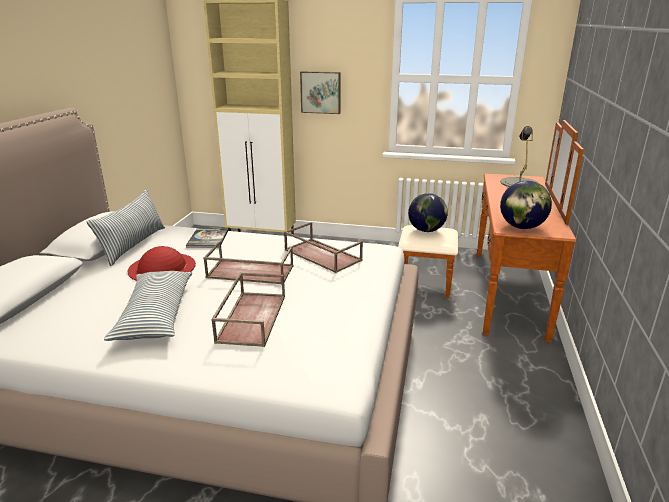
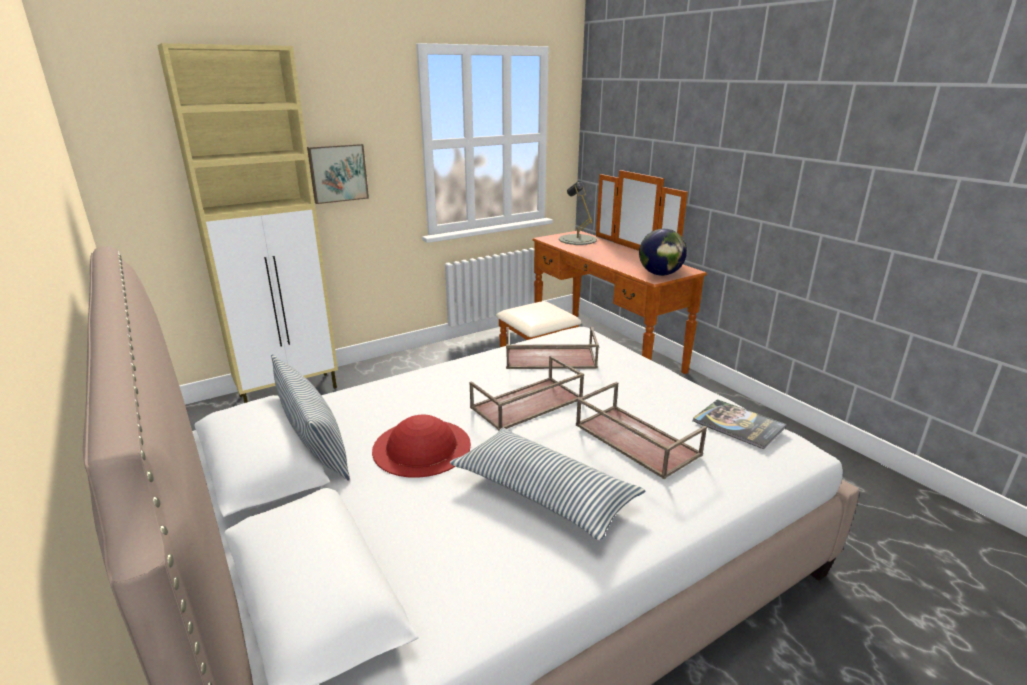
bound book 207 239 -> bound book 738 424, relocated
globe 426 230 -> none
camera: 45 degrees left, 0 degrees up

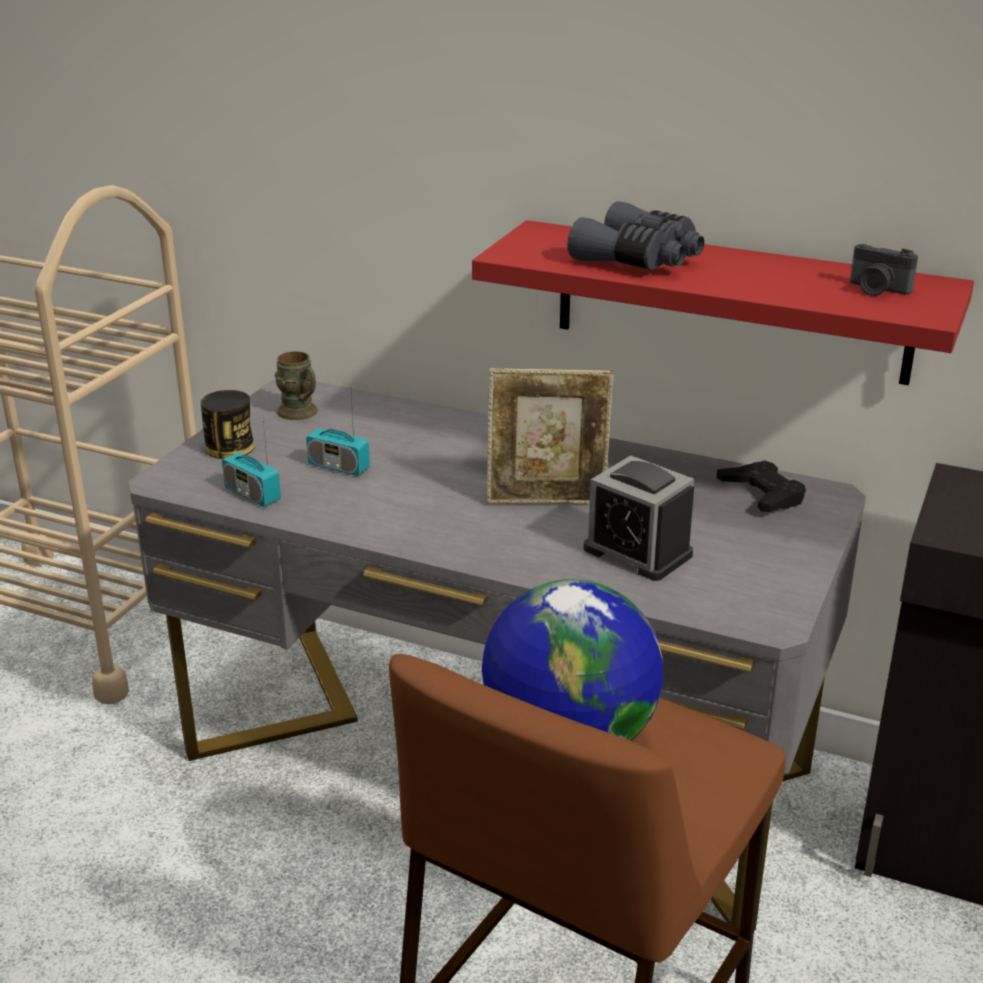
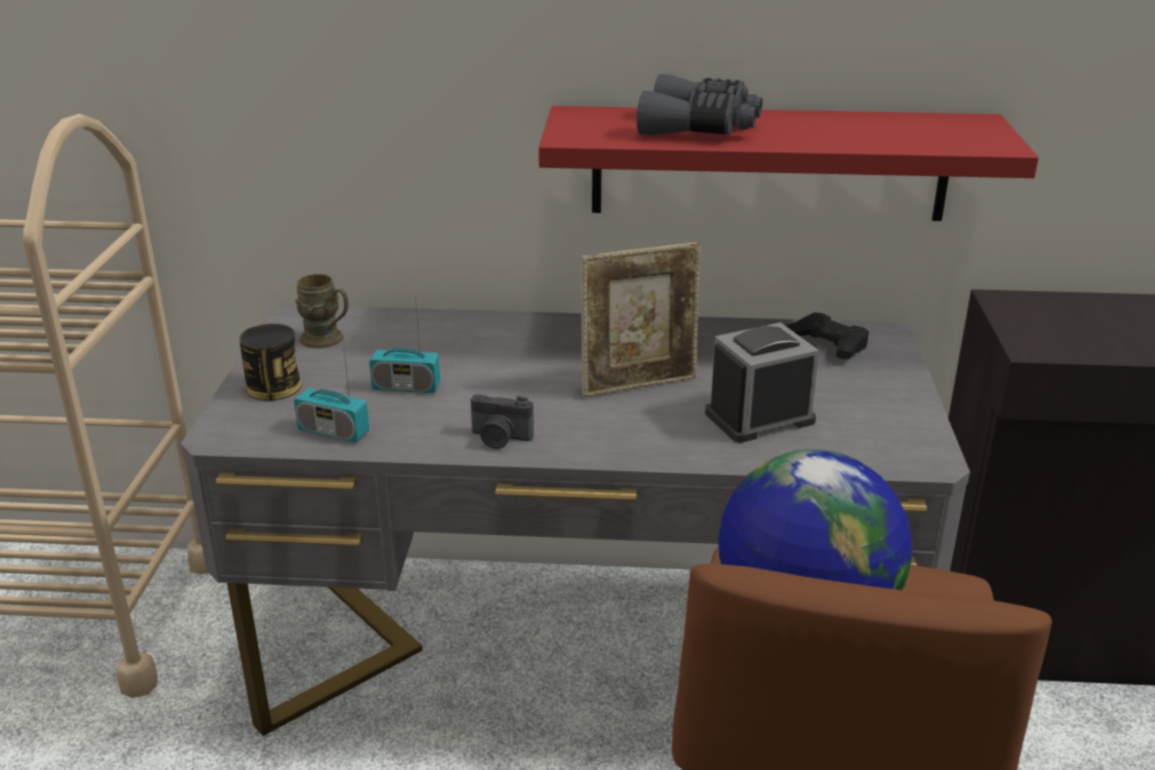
photo camera 877 290 -> photo camera 500 439, relocated
bedside clock 637 552 -> bedside clock 759 417, 135 degrees clockwise
camera: 20 degrees left, 0 degrees up

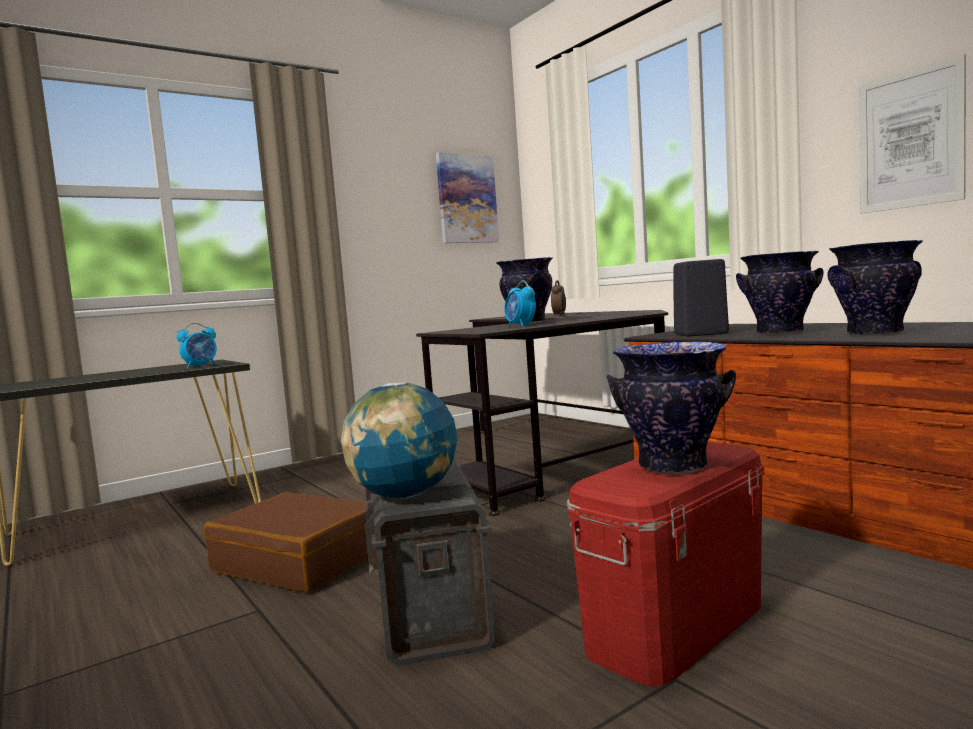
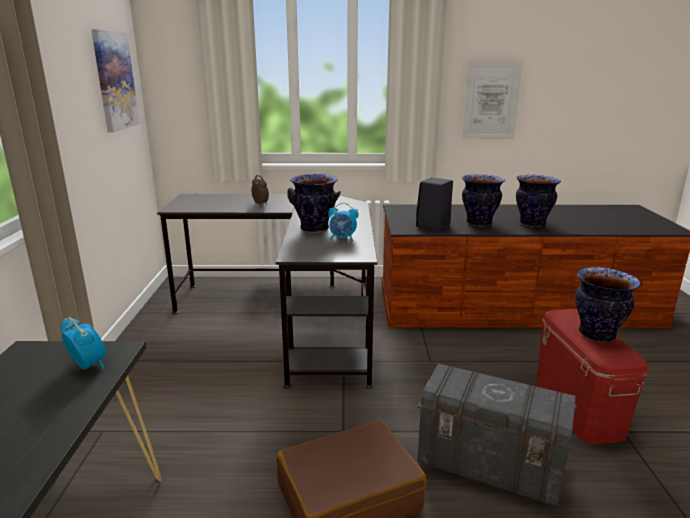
bedside clock 201 366 -> bedside clock 88 365, 45 degrees counterclockwise
globe 404 495 -> none
camera: 55 degrees left, 15 degrees up

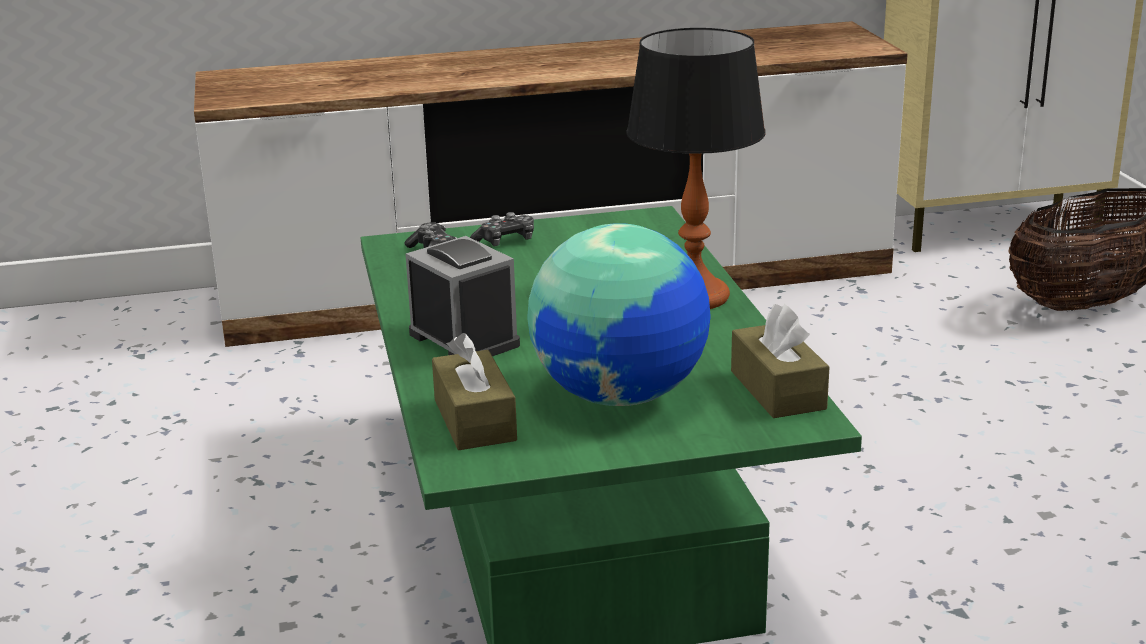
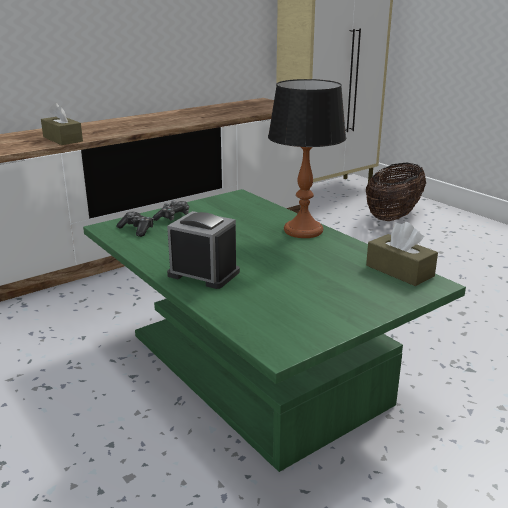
box of tissues (brown-coloured) 474 420 -> box of tissues (brown-coloured) 62 139, relocated
globe 621 395 -> none
camera: 25 degrees left, 0 degrees up

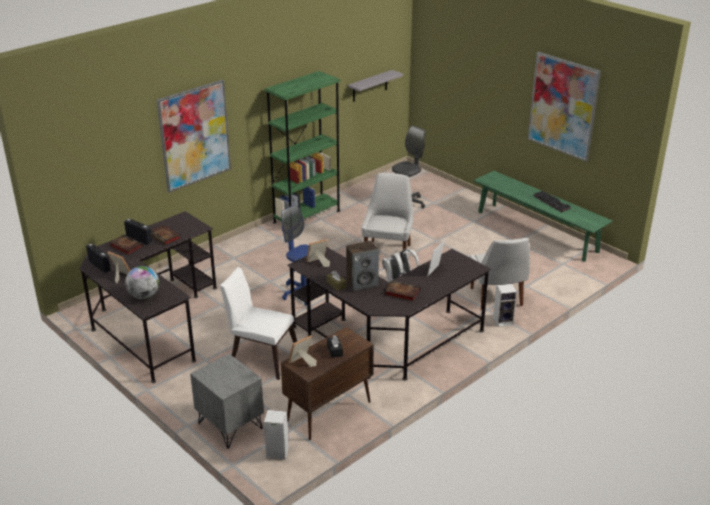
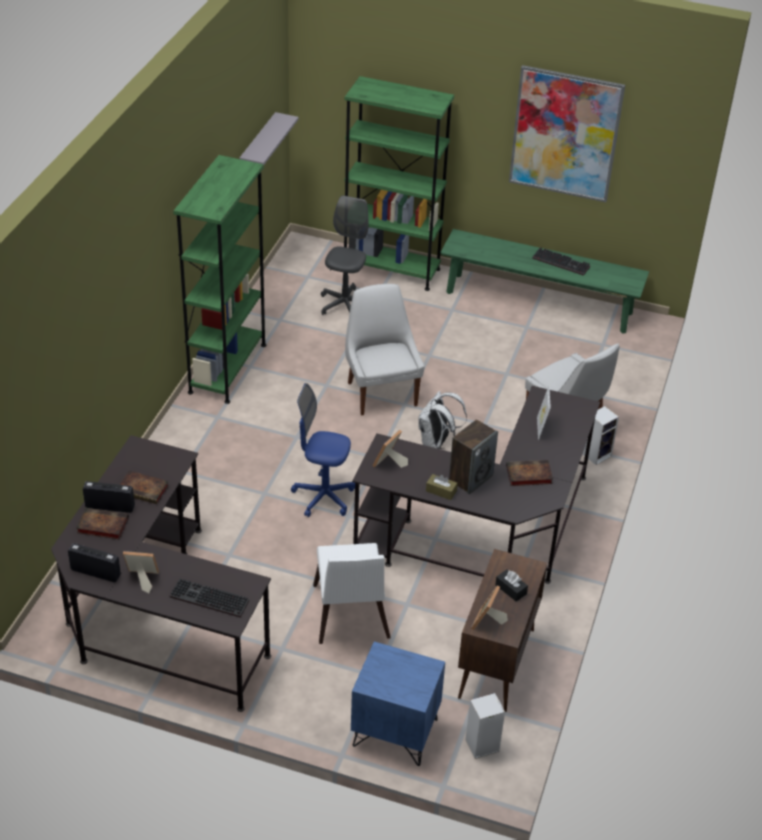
globe 144 296 -> PC keyboard 207 600
plain chair (whitish) 260 357 -> plain chair (whitish) 350 617, 90 degrees counterclockwise
none -> bookshelf (green-coloured) 391 270
bedside table (gray) 229 426 -> bedside table (blue-coloured) 394 733
wall art 194 135 -> none
camera: 30 degrees left, 10 degrees up

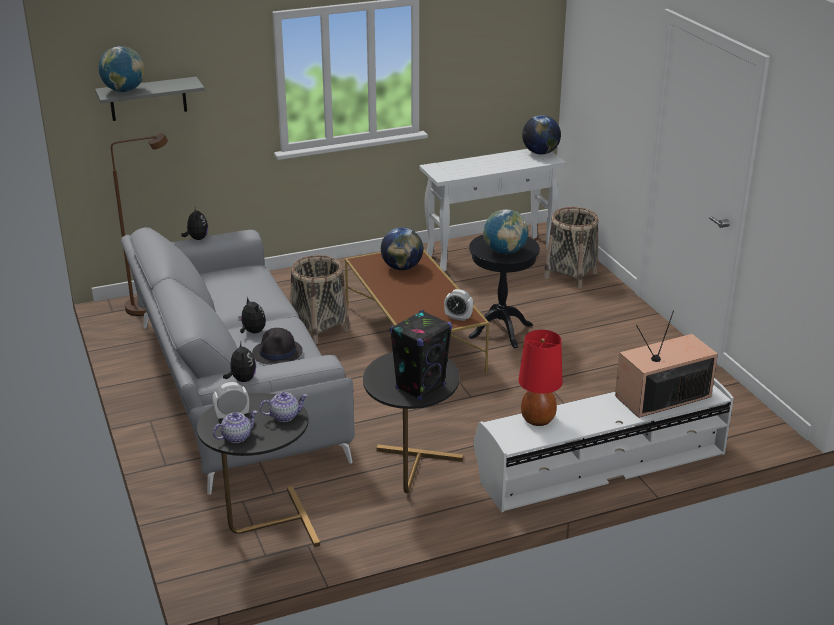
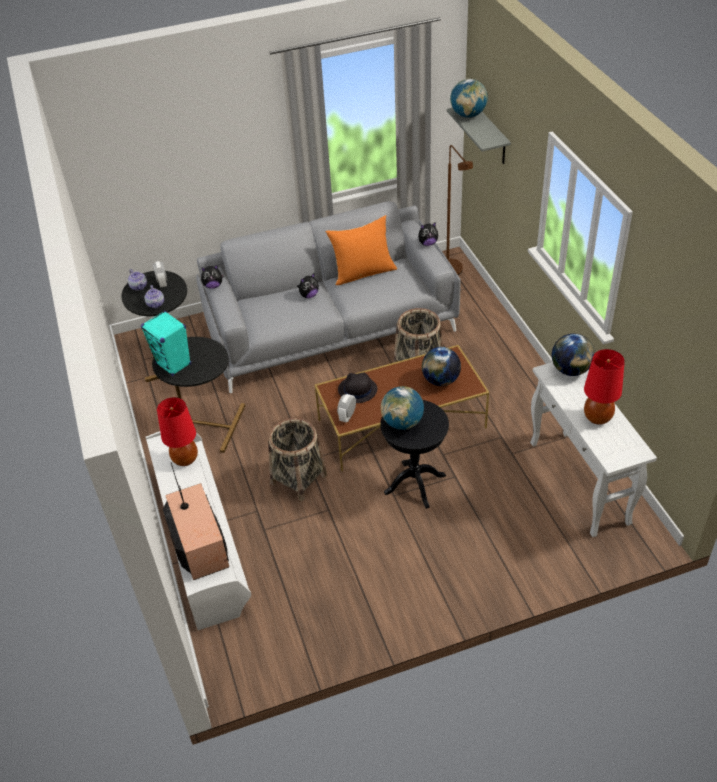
audio speaker (blackish) 420 387 -> audio speaker (turquoise-coloured) 174 364
basket 570 275 -> basket 298 479, relocated
none -> pillow (orange) 363 272
hat (blackish) 277 353 -> hat (blackish) 357 390, relocated
globe 540 153 -> globe 570 370, relocated
none -> table lamp (red-coloured) 598 417
camera: 95 degrees right, 15 degrees up

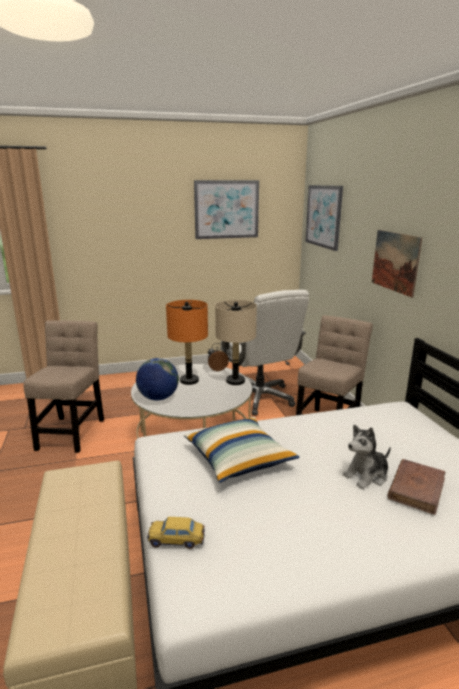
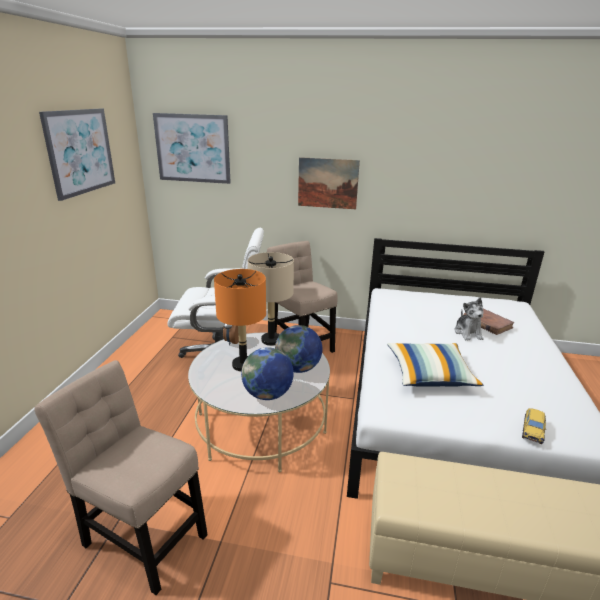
none -> globe 298 368
camera: 65 degrees left, 5 degrees up

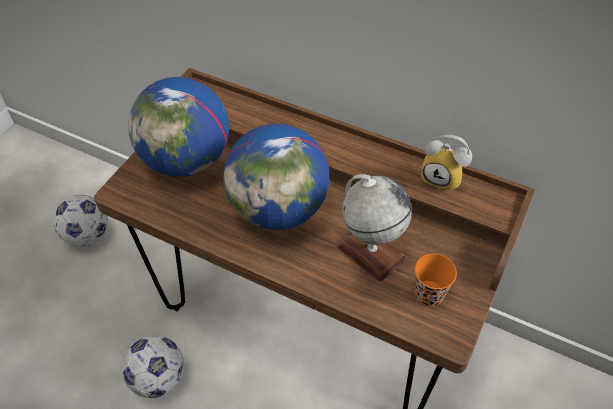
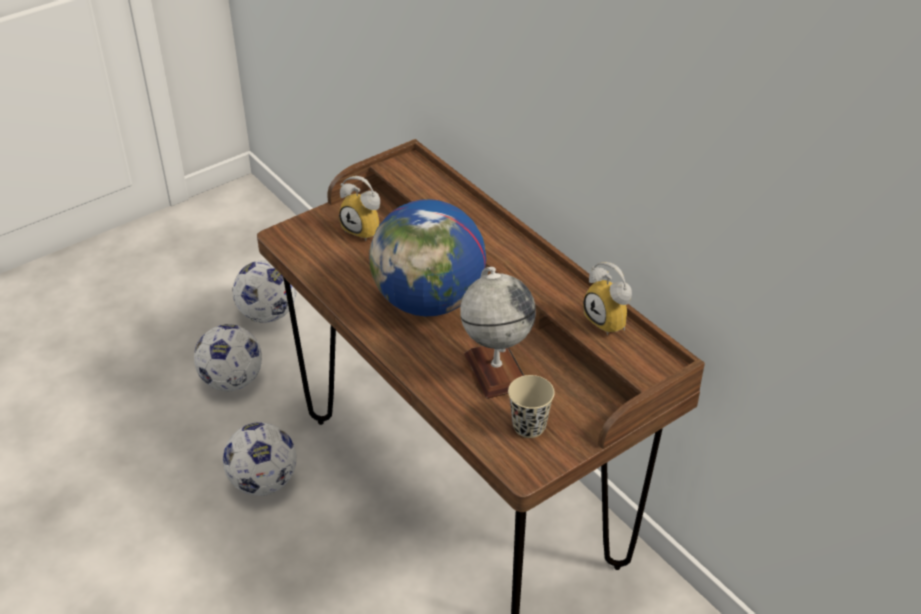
none -> football ball 232 381
globe 187 161 -> bedside clock 366 229
small cup (orange) 429 294 -> small cup (sand-coloured) 529 426
camera: 25 degrees right, 10 degrees down

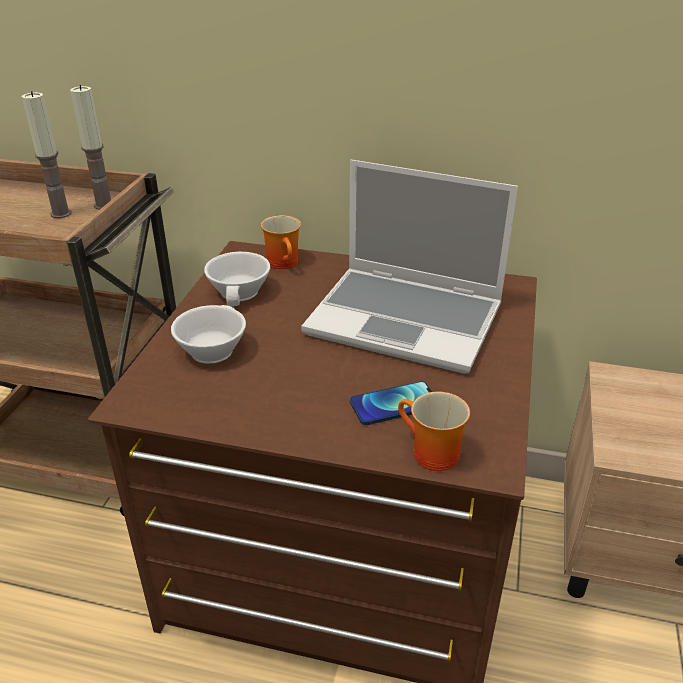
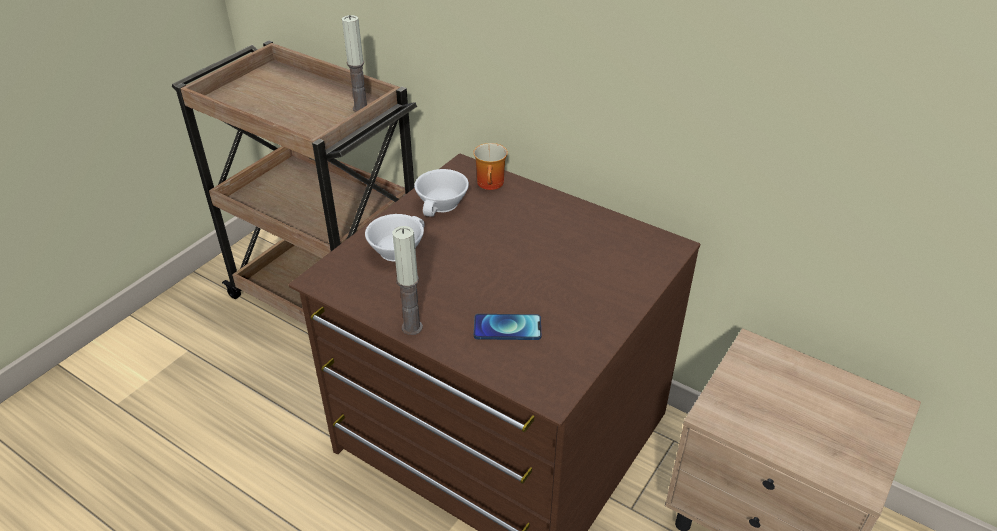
wax candle 61 213 -> wax candle 412 327, relocated
notebook computer 407 320 -> none
coffee mug 429 454 -> none
camera: 20 degrees right, 5 degrees up

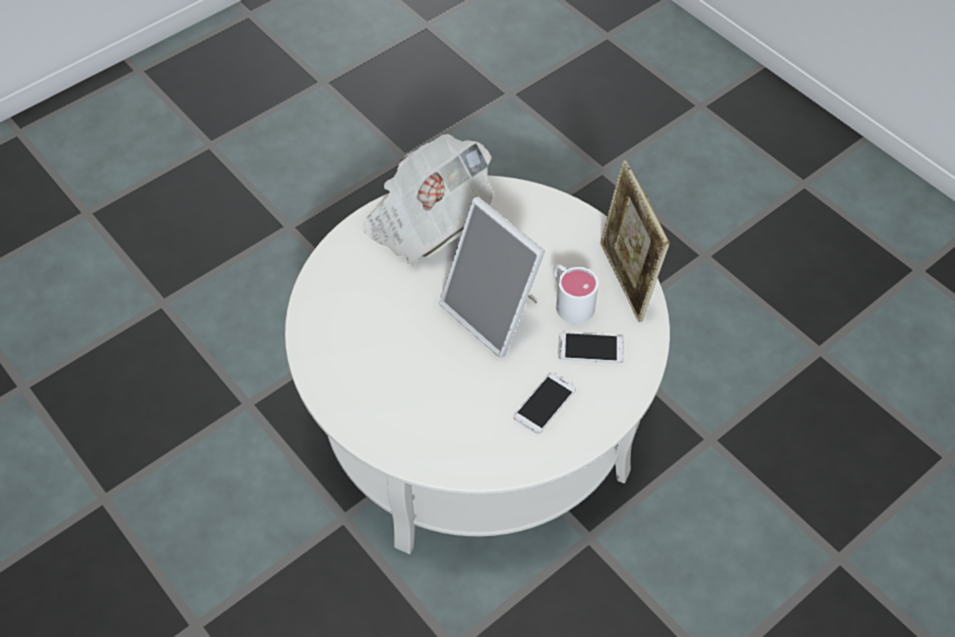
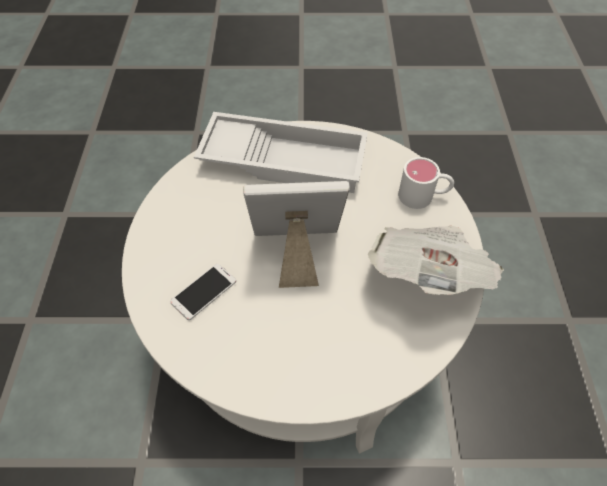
none -> carrying tray (whitish) 285 158
coffee mug (whitish) 570 301 -> coffee mug (whitish) 423 196, relocated
telephone 544 403 -> none
picture frame 625 281 -> none
camera: 130 degrees right, 0 degrees up

